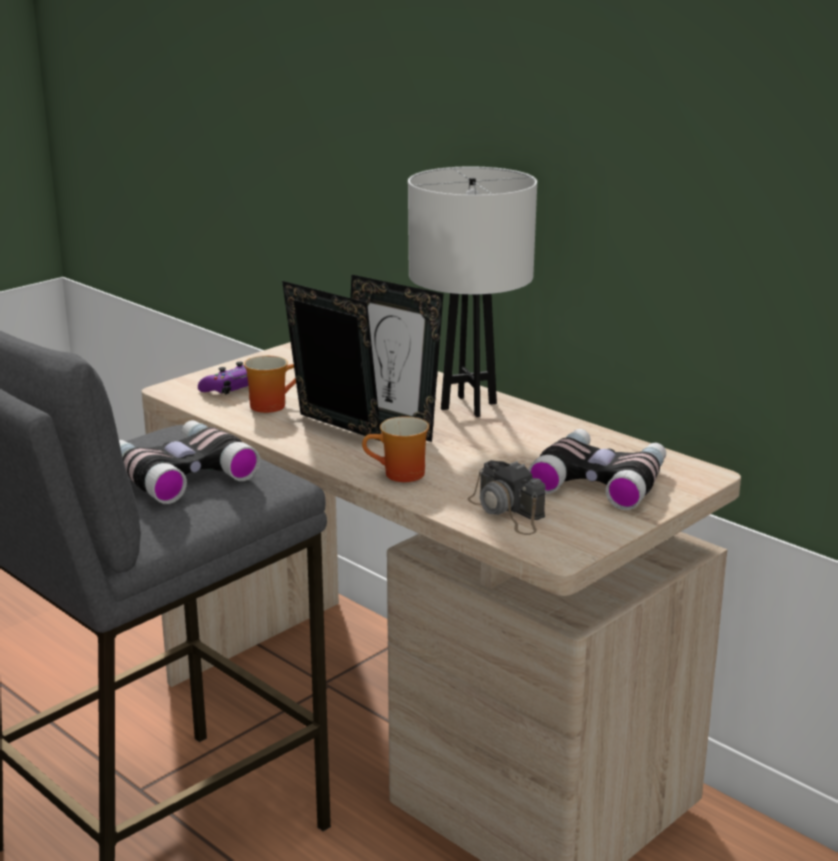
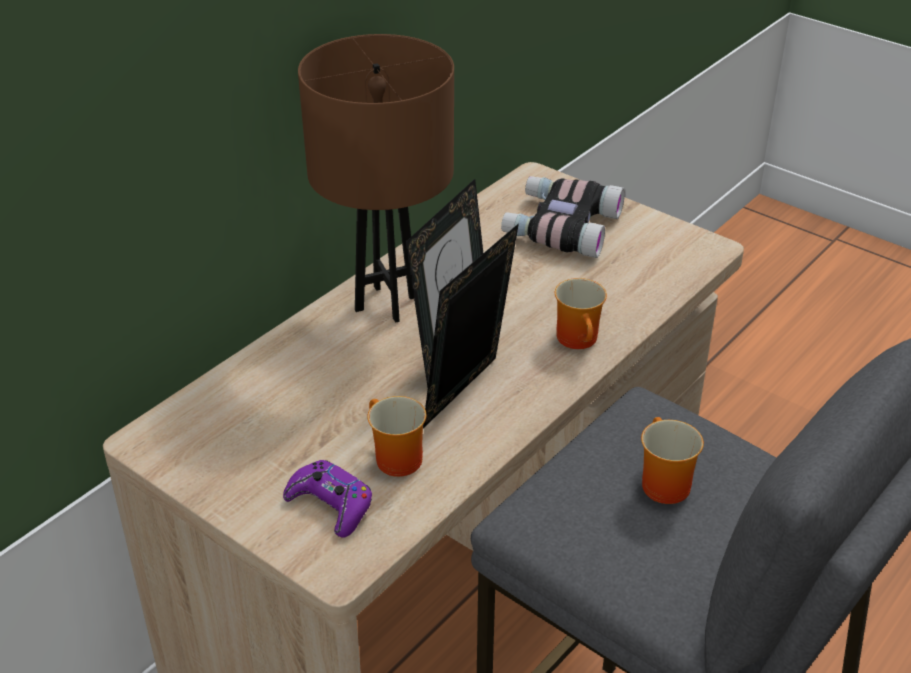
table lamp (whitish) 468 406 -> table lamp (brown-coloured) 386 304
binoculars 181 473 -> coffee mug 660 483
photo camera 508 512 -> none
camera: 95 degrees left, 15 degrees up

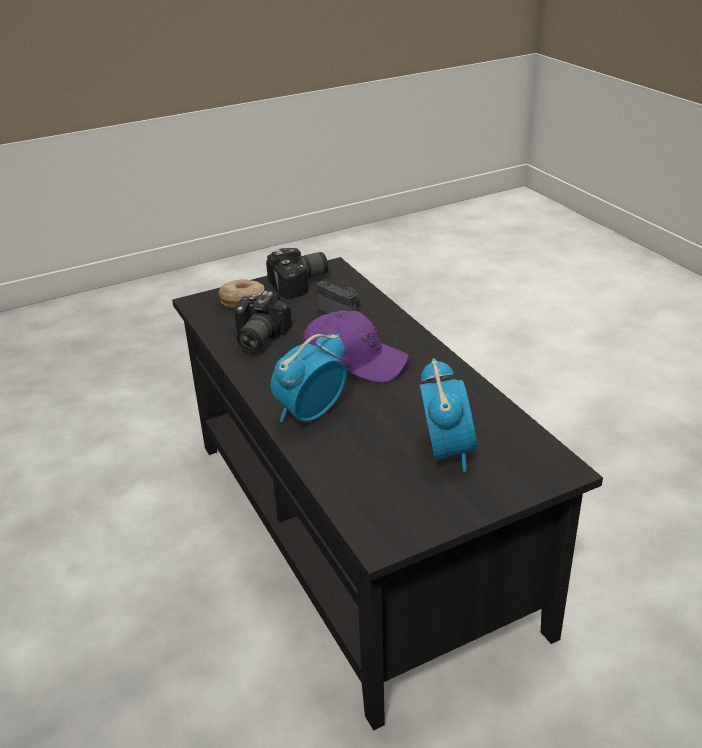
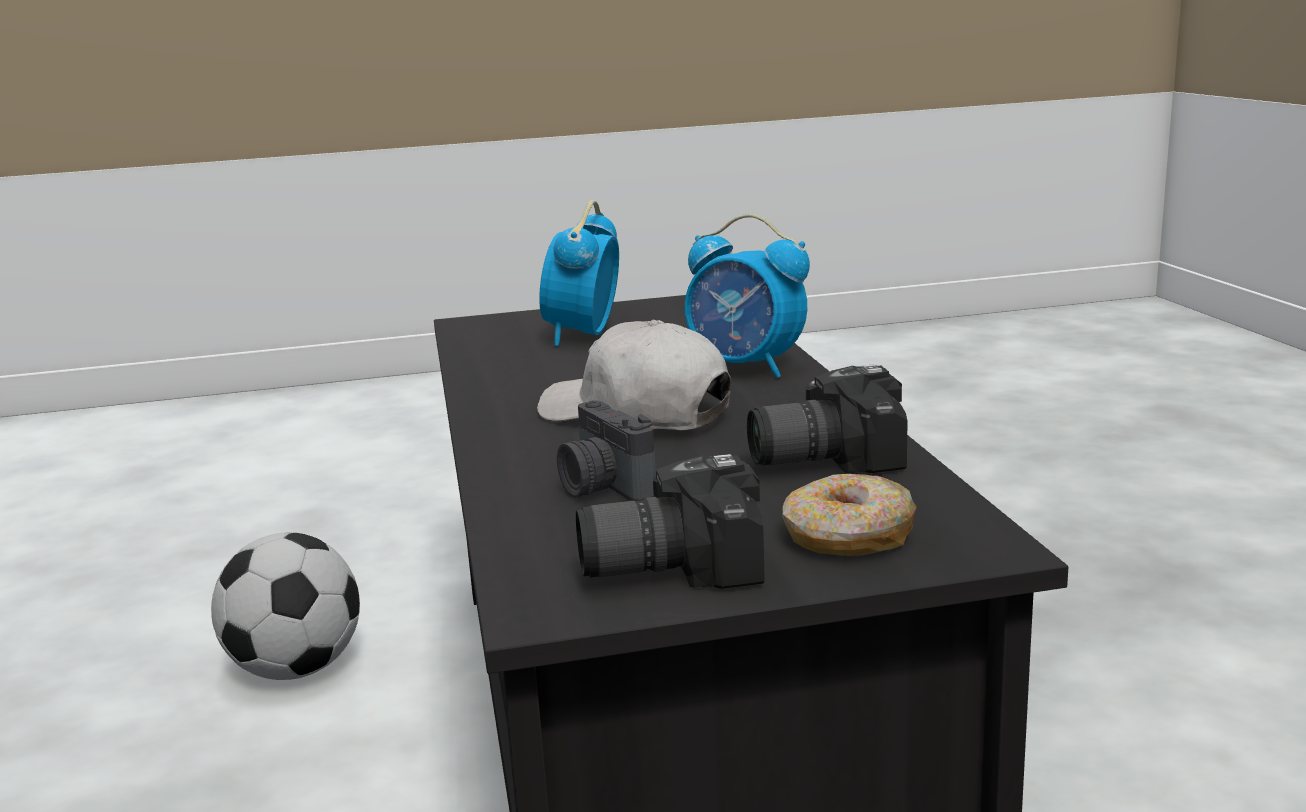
none -> football ball 295 669
baseball cap (purple-coloured) 354 361 -> baseball cap (whitish) 636 414
bedside clock 310 414 -> bedside clock 746 368, 60 degrees clockwise
photo camera 256 338 -> photo camera 819 458, 135 degrees counterclockwise
camera: 165 degrees left, 15 degrees down

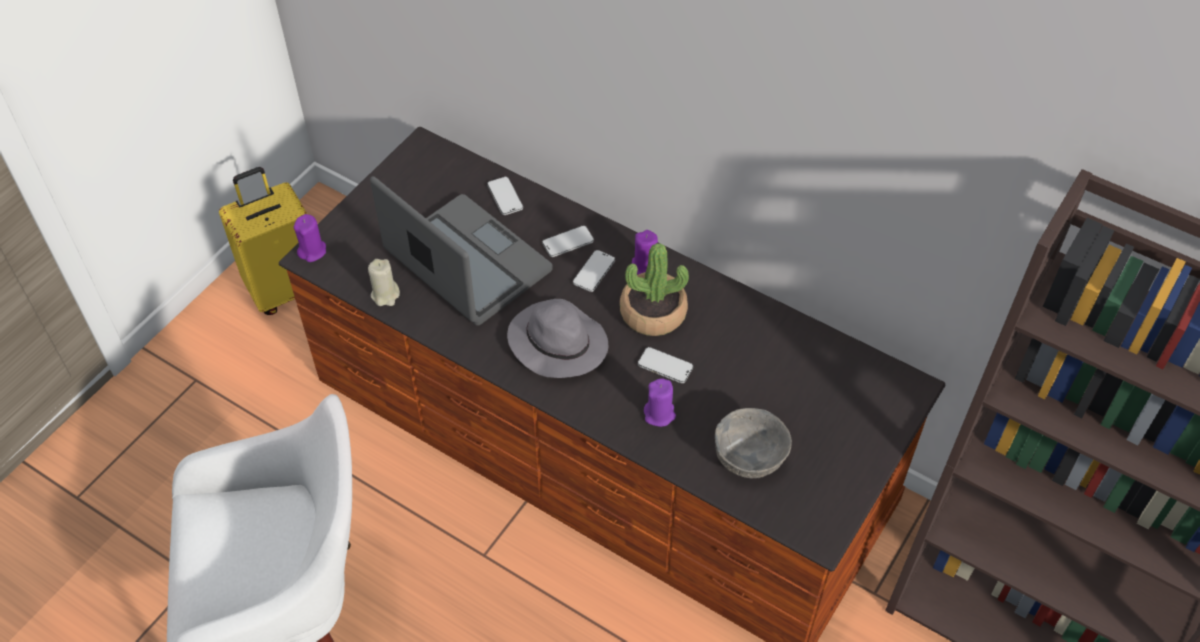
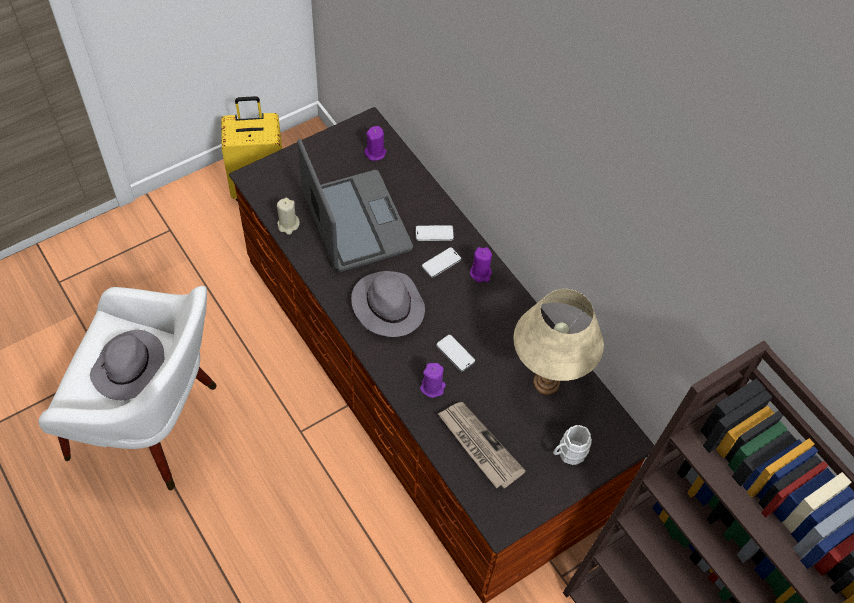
none -> hat (gray) 129 368
wax candle (purple-coloured) 312 251 -> wax candle (purple-coloured) 375 153, relocated
bowl (gray) 748 458 -> daily paper 478 446
none -> table lamp (sand-coloured) 547 382
none -> coffee mug (whitish) 568 453
telephone 505 197 -> none
houseplant 653 313 -> none
camera: 20 degrees right, 5 degrees up

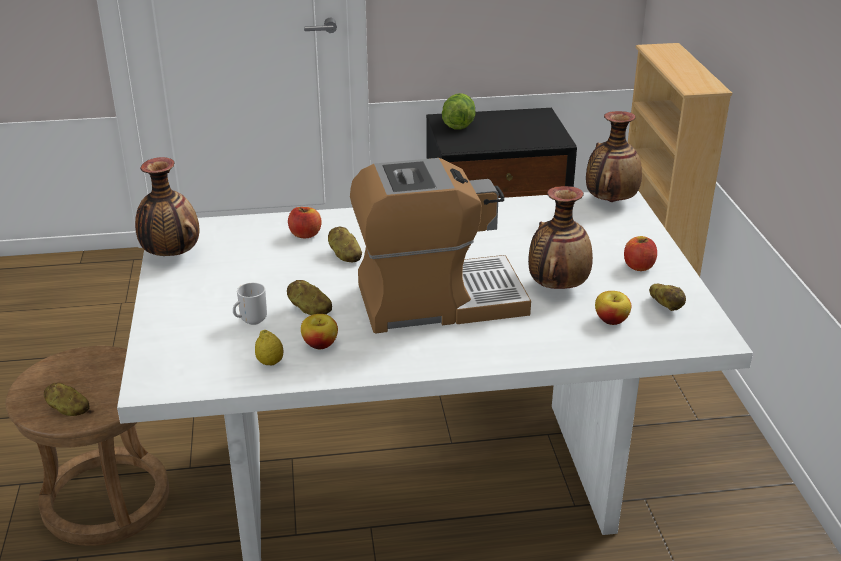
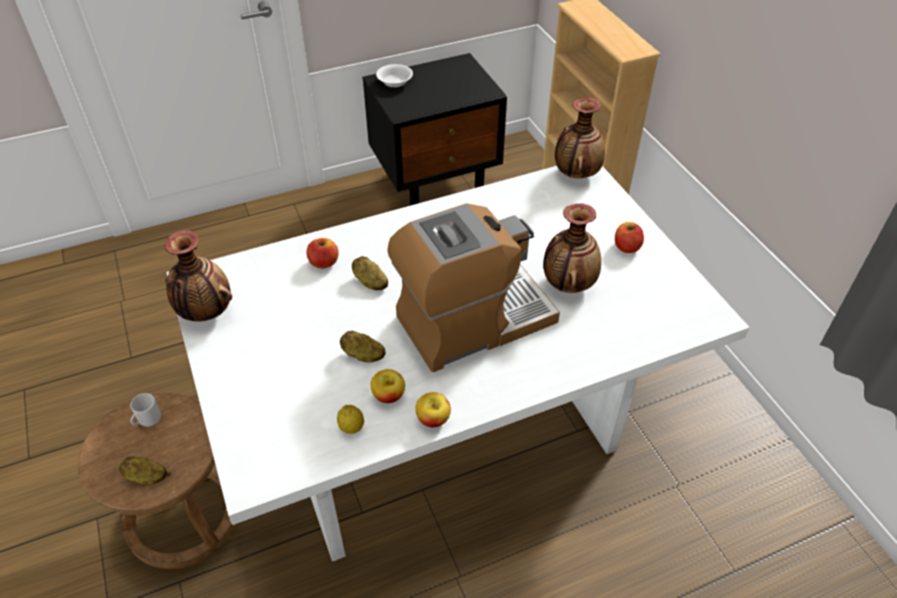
coffee mug 251 321 -> coffee mug 149 421, relocated
head of lettuce 458 122 -> bowl (whitish) 394 83
whole apple 611 320 -> whole apple 433 419, relocated
spud 666 306 -> none
camera: 15 degrees left, 15 degrees up

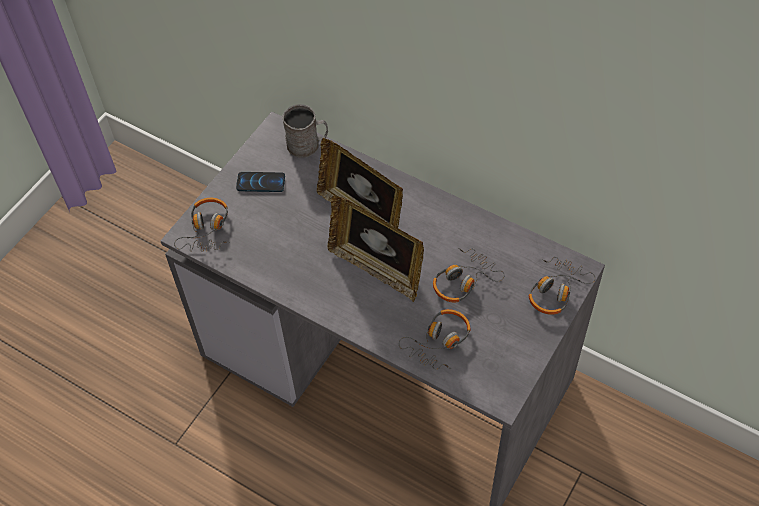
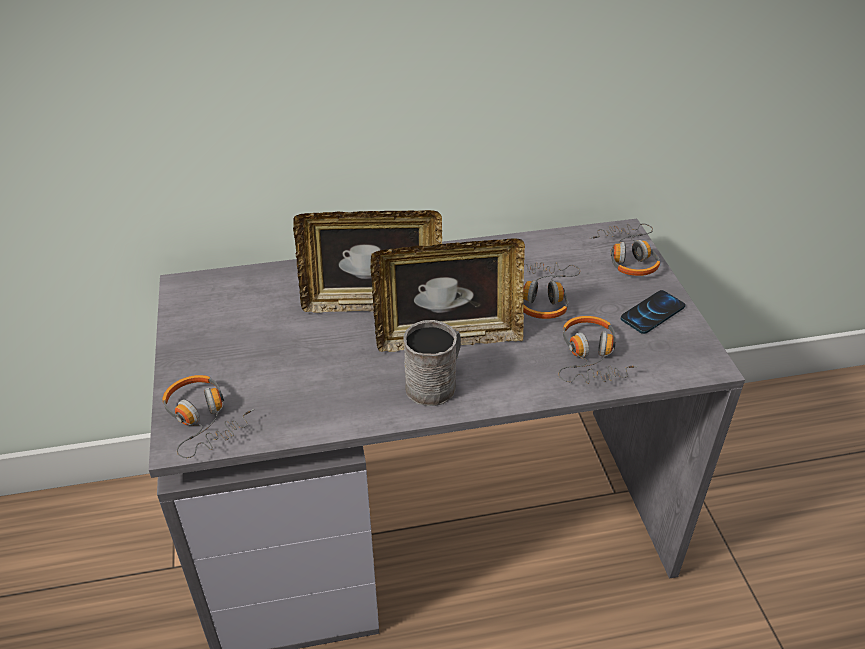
coffee mug (gray) 307 144 -> coffee mug (gray) 435 383, relocated
telephone 260 182 -> telephone 652 313, relocated
camera: 45 degrees left, 15 degrees down

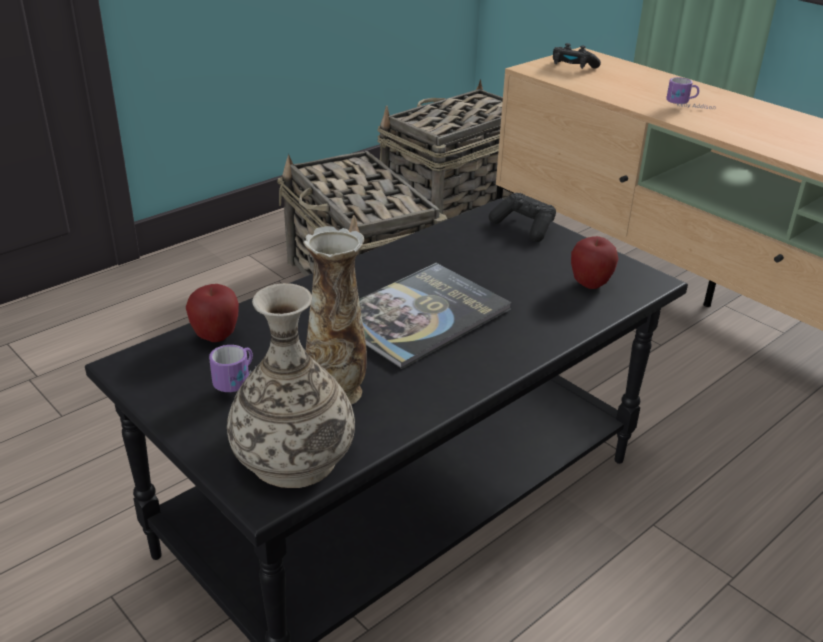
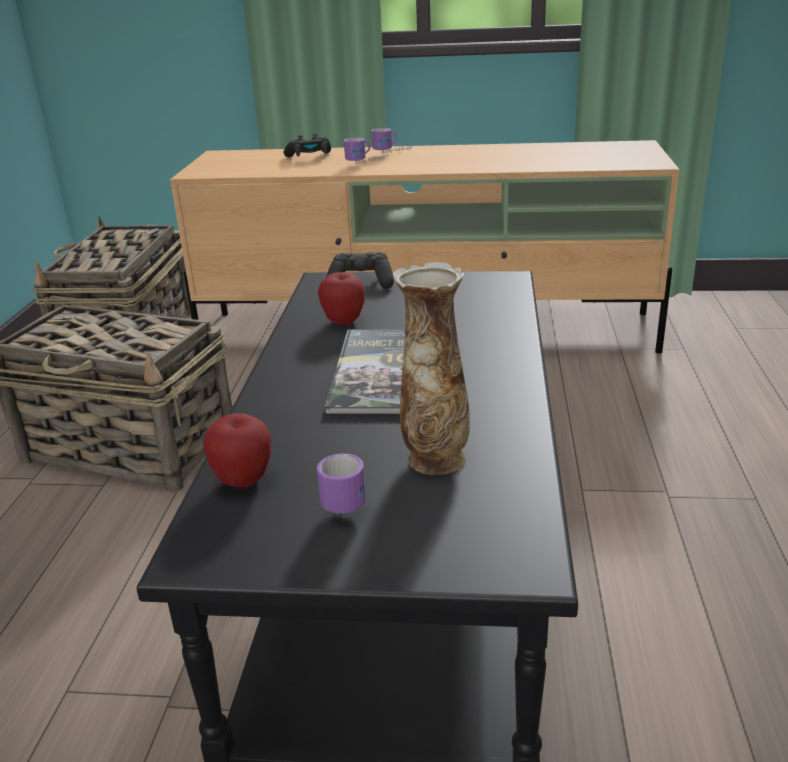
gamepad (blackish) 572 68 -> gamepad (blackish) 309 157, relocated
whole apple 590 284 -> whole apple 343 322, relocated
none -> coffee mug 393 152
flower vase 293 458 -> none
camera: 40 degrees left, 5 degrees down

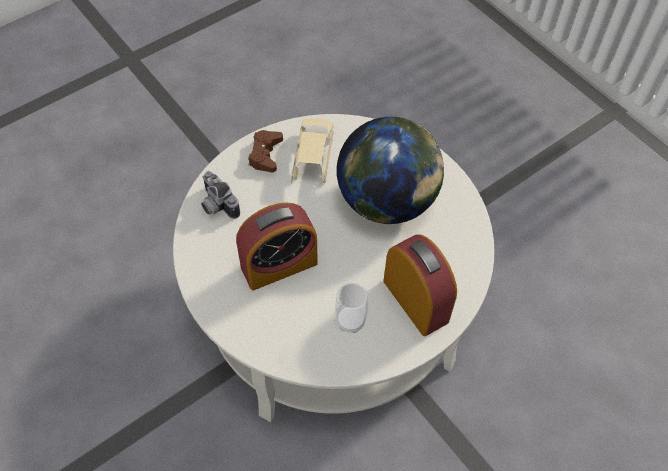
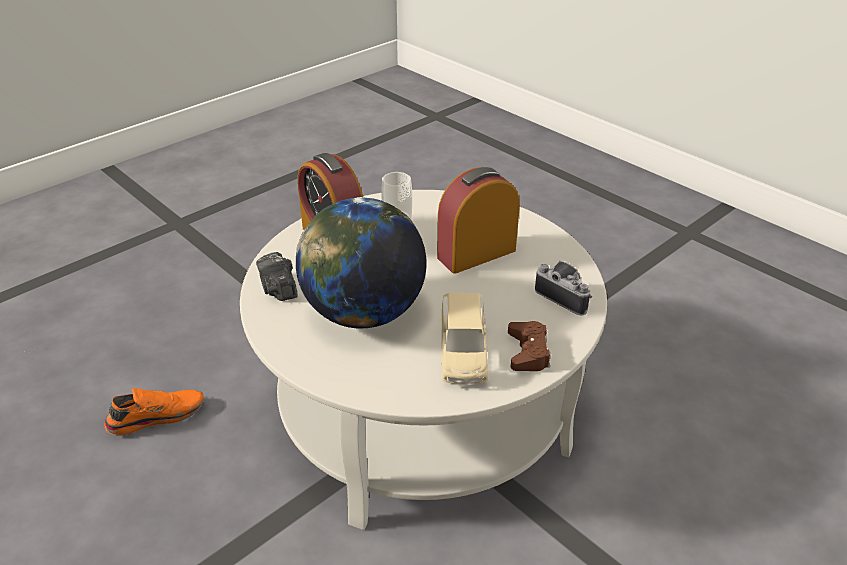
none -> low shoe (orange) 156 416
none -> photo camera 278 289
camera: 175 degrees right, 20 degrees down

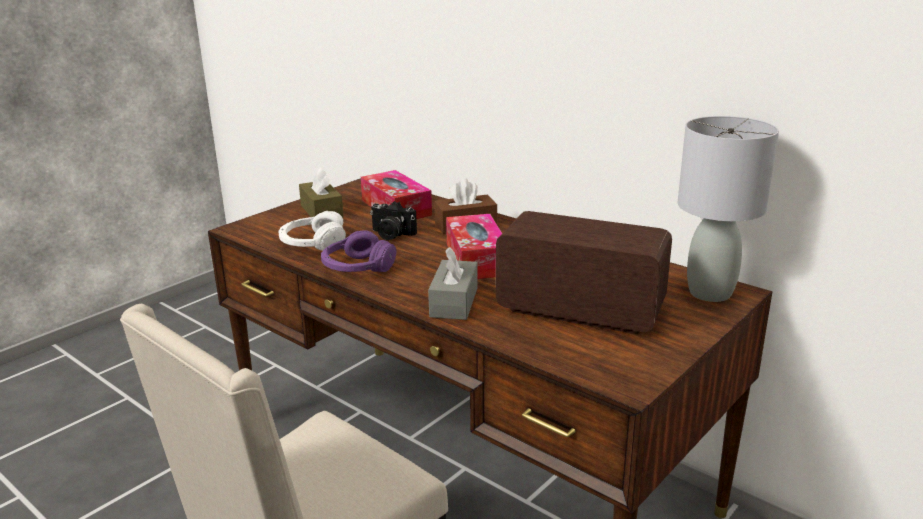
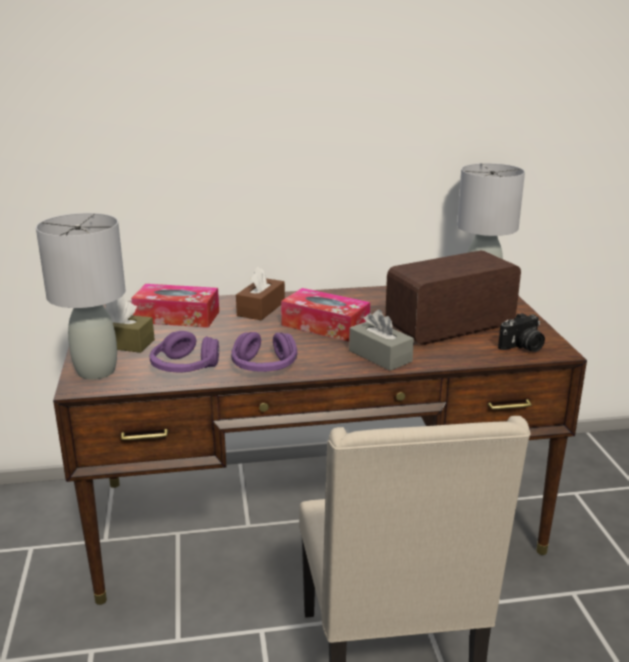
none -> table lamp (gray) 95 371
pair of headphones (whitish) 313 244 -> pair of headphones (purple-coloured) 184 367
photo camera 391 235 -> photo camera 522 347, relocated
camera: 50 degrees left, 0 degrees up

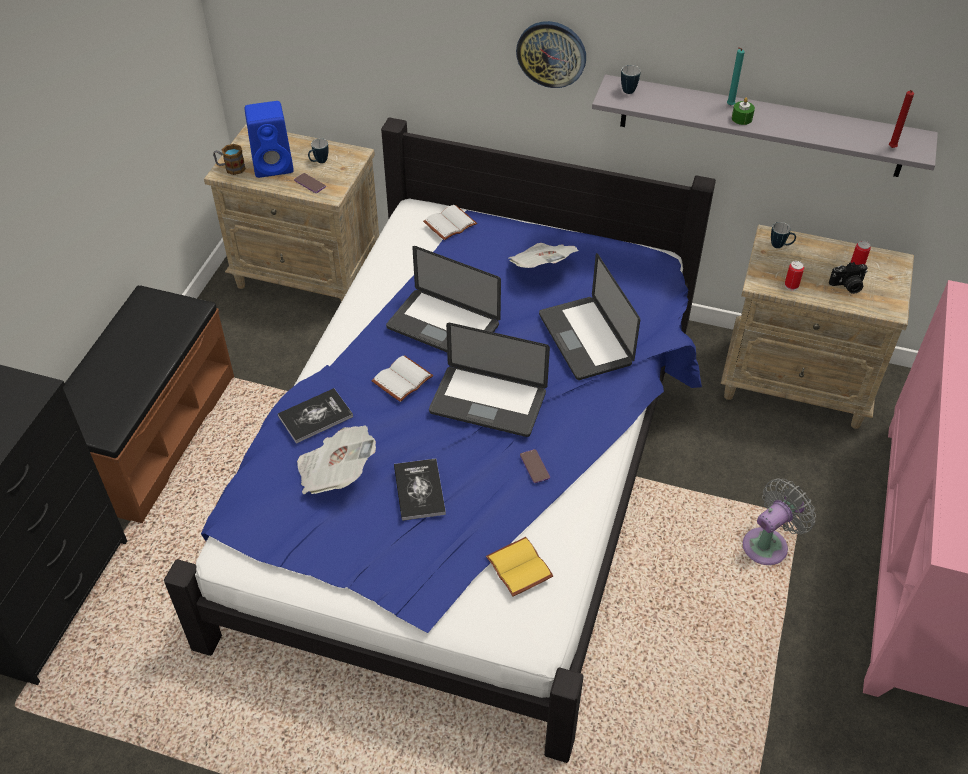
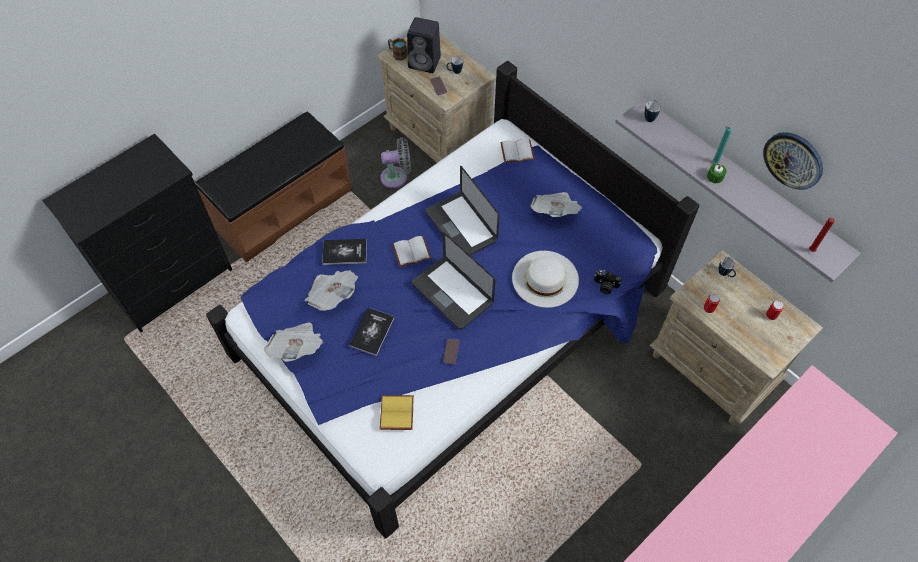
none -> daily paper 297 348
electric fan (gray) 768 544 -> electric fan (gray) 397 177, relocated
audio speaker (blue-coloured) 274 165 -> audio speaker (blackish) 425 62
notebook computer 585 339 -> hat (whitish) 545 278
photo camera 847 286 -> photo camera 605 286, relocated
hanging clock 551 53 -> hanging clock 793 160, relocated
camera: 30 degrees right, 10 degrees up

